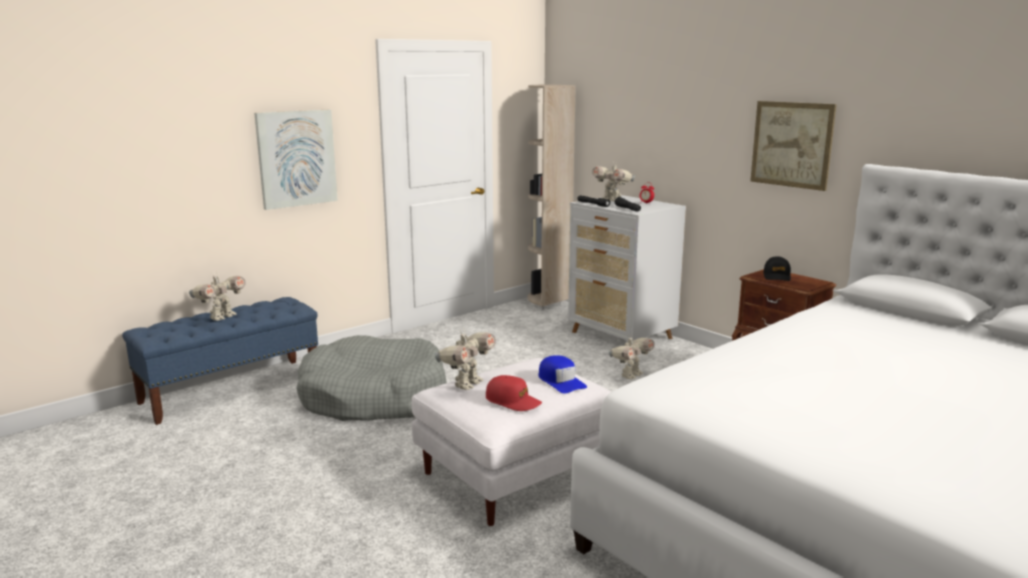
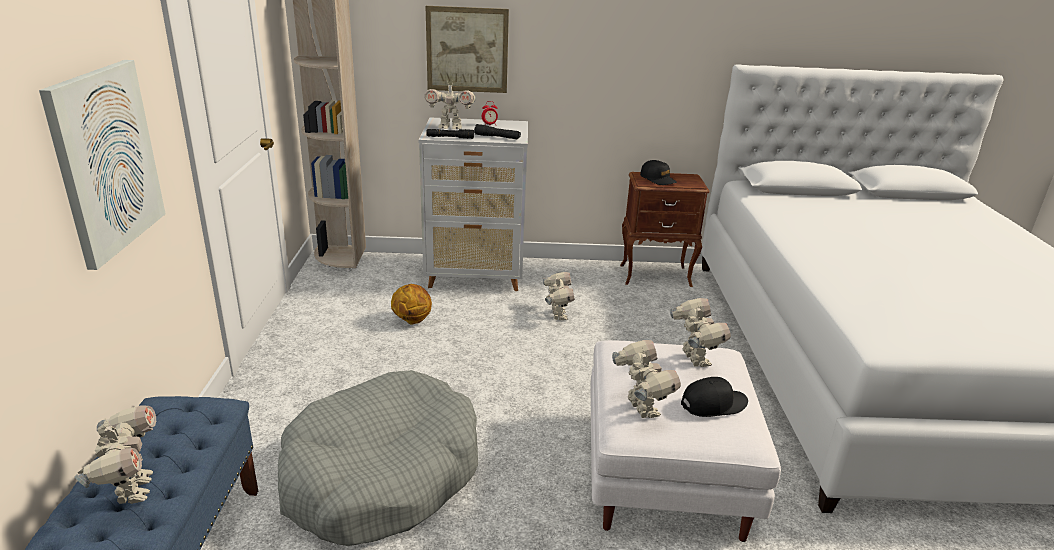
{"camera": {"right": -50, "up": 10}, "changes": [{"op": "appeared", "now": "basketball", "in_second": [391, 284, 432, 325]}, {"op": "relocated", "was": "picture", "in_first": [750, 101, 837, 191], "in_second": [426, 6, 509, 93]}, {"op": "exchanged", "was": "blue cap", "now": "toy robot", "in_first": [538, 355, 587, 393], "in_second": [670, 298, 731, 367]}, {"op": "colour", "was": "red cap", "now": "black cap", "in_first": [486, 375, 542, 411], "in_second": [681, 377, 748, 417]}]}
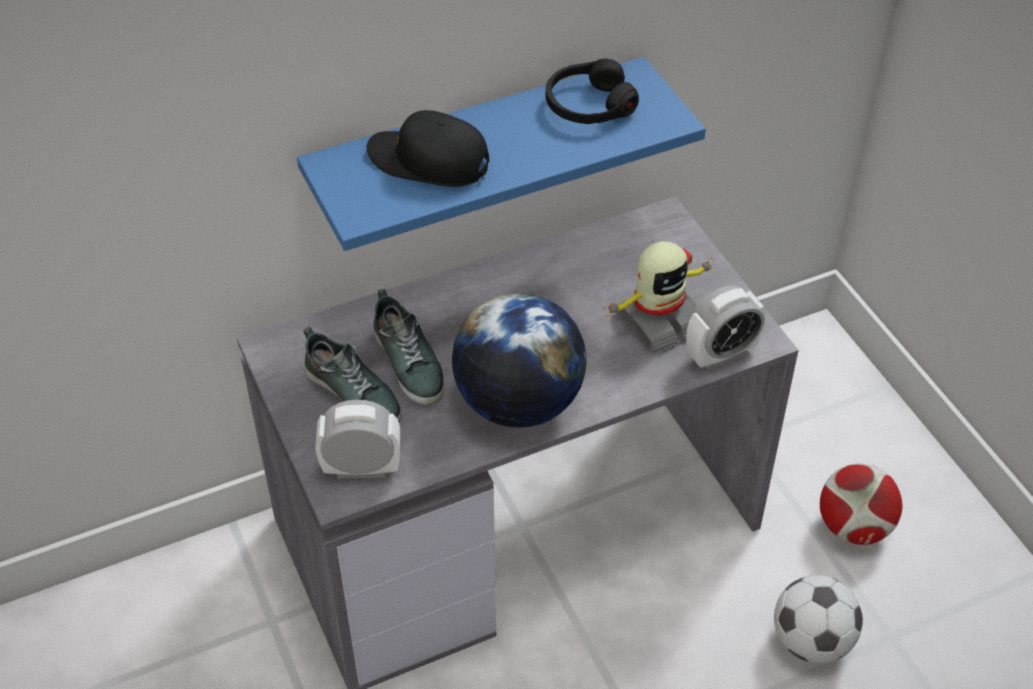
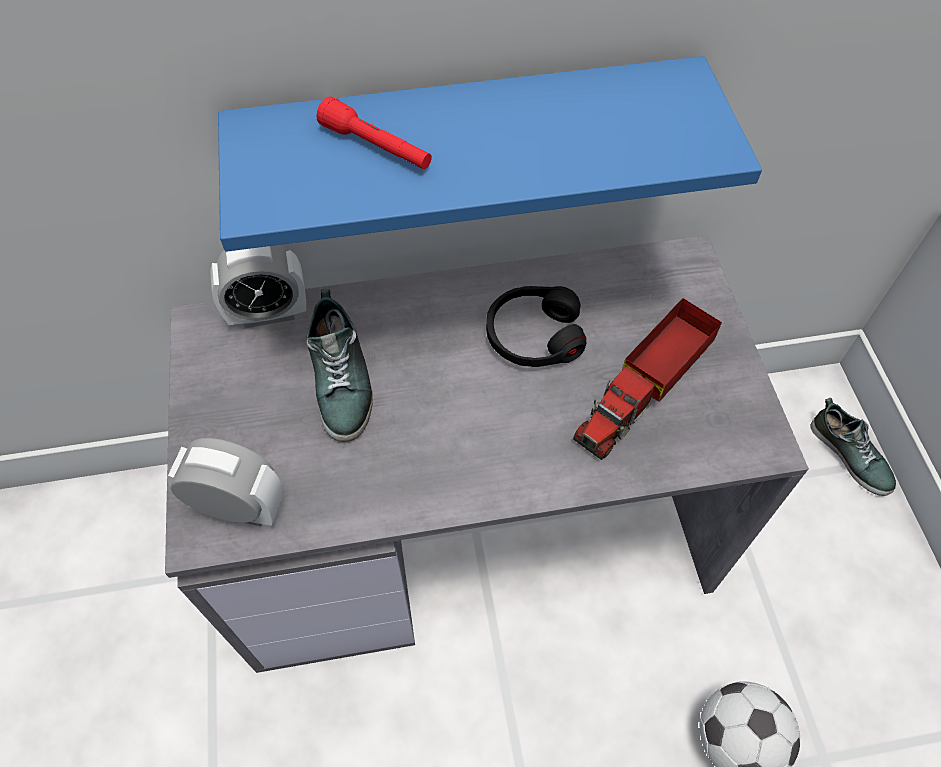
{"camera": {"right": 15, "up": 10}, "changes": [{"op": "relocated", "was": "alarm clock", "in_first": [686, 285, 766, 370], "in_second": [210, 245, 306, 328]}, {"op": "exchanged", "was": "black cap", "now": "red flashlight", "in_first": [366, 110, 489, 187], "in_second": [317, 96, 432, 169]}, {"op": "relocated", "was": "black headphones", "in_first": [546, 59, 639, 124], "in_second": [486, 286, 586, 367]}, {"op": "exchanged", "was": "toy robot", "now": "toy truck", "in_first": [603, 241, 715, 353], "in_second": [573, 298, 722, 460]}, {"op": "relocated", "was": "shoe", "in_first": [303, 327, 402, 422], "in_second": [810, 398, 896, 496]}, {"op": "missing", "was": "globe", "in_first": [452, 293, 587, 427]}, {"op": "missing", "was": "football", "in_first": [820, 464, 902, 545]}]}
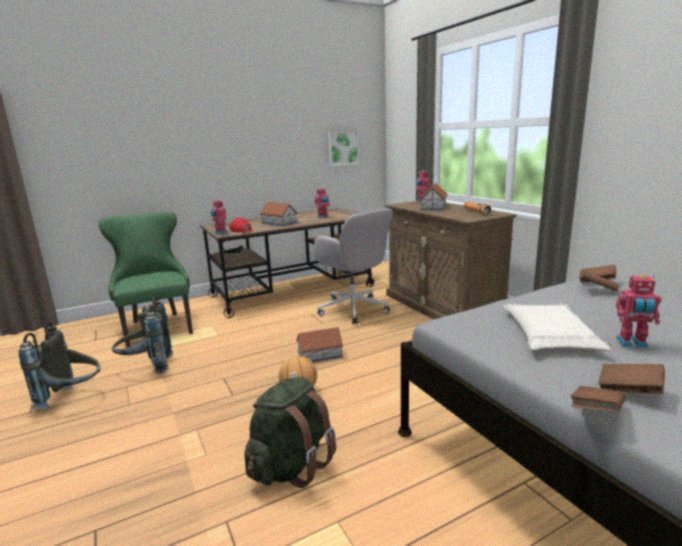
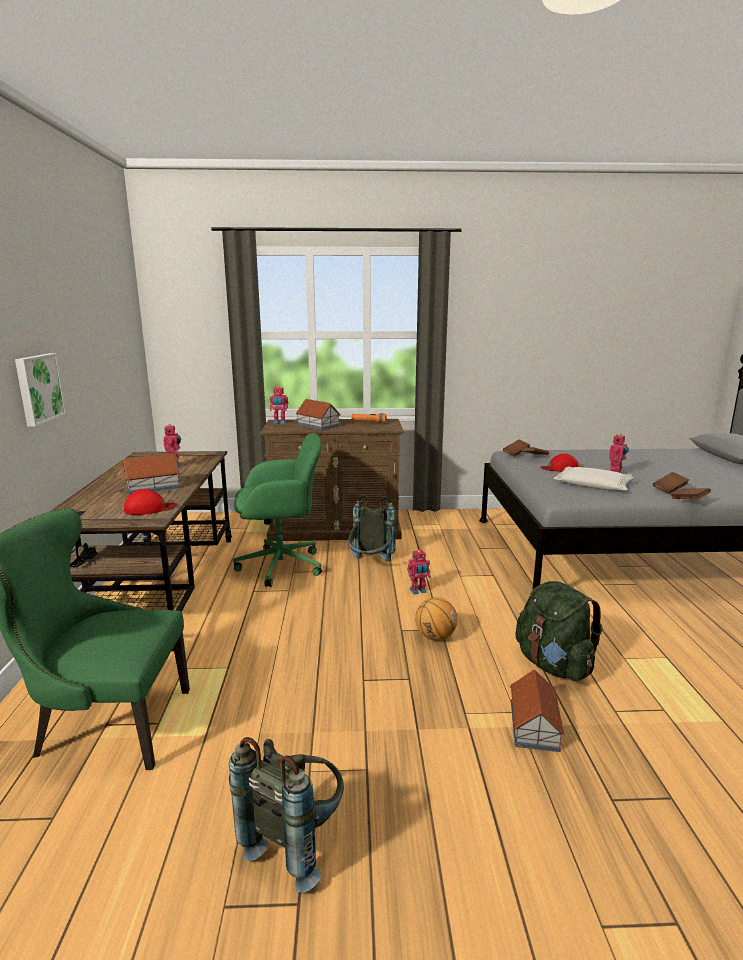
{"camera": {"right": -65, "up": 0}, "changes": [{"op": "relocated", "was": "picture", "in_first": [328, 131, 359, 166], "in_second": [15, 353, 67, 427]}, {"op": "colour", "was": "grey office chair", "now": "green office chair", "in_first": [314, 208, 393, 324], "in_second": [233, 433, 322, 587]}, {"op": "relocated", "was": "grey backpack", "in_first": [112, 296, 173, 373], "in_second": [348, 495, 396, 561]}, {"op": "relocated", "was": "toy robot", "in_first": [211, 199, 228, 234], "in_second": [407, 550, 431, 595]}, {"op": "relocated", "was": "toy house", "in_first": [296, 327, 344, 363], "in_second": [510, 669, 565, 752]}, {"op": "appeared", "now": "red cap", "in_second": [541, 453, 579, 472]}]}
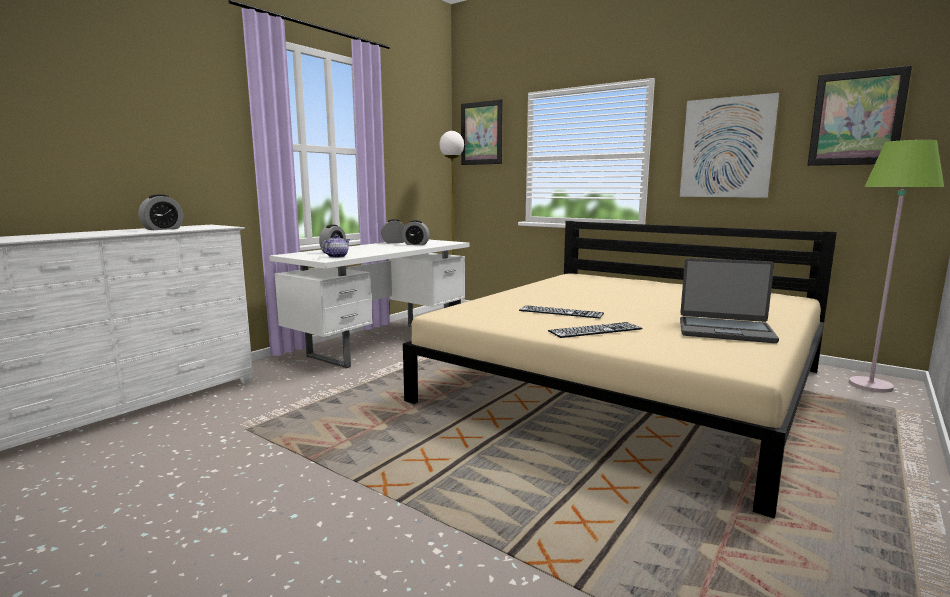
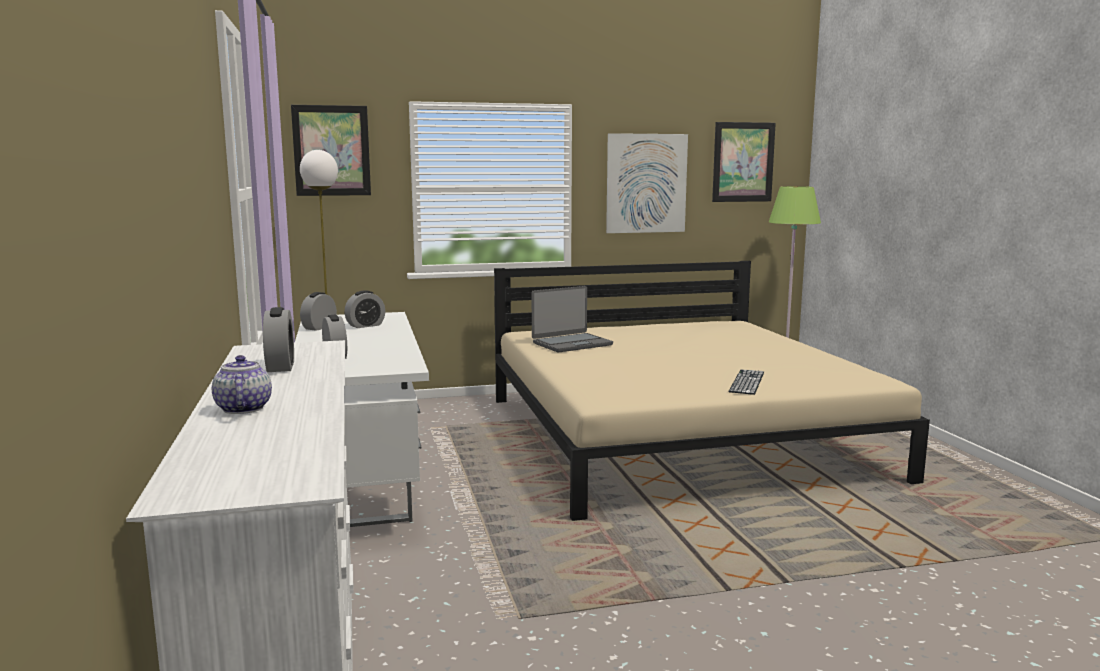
{"camera": {"right": -50, "up": 0}, "changes": [{"op": "relocated", "was": "teapot", "in_first": [322, 235, 350, 258], "in_second": [212, 355, 272, 414]}, {"op": "relocated", "was": "laptop", "in_first": [680, 258, 779, 343], "in_second": [532, 286, 613, 352]}, {"op": "missing", "was": "keyboard", "in_first": [519, 305, 604, 318]}]}
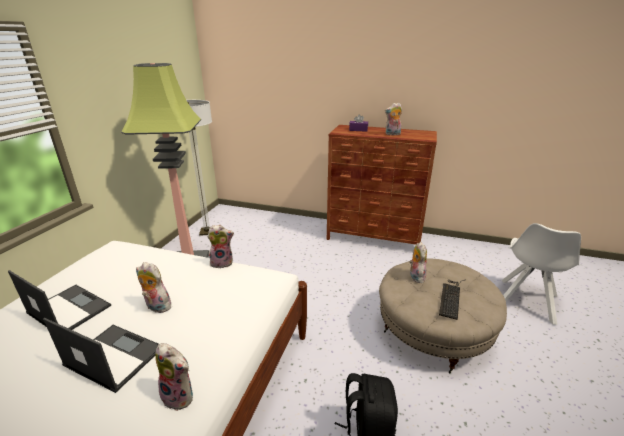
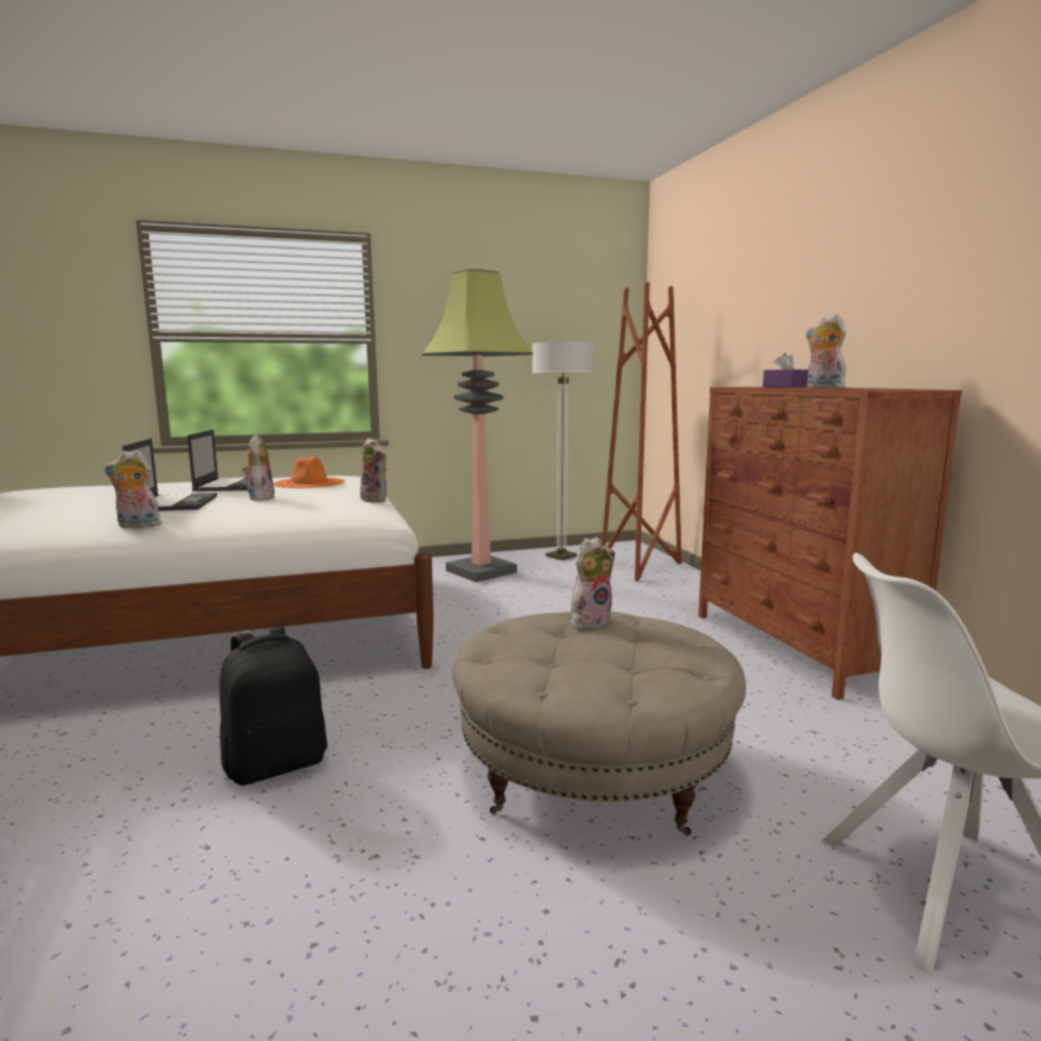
{"camera": {"right": 55, "up": -15}, "changes": [{"op": "spun", "was": "plush toy", "in_first": [155, 343, 193, 411], "in_second": [104, 450, 164, 528], "clockwise": 90}, {"op": "appeared", "now": "orange hat", "in_second": [274, 456, 345, 488]}, {"op": "appeared", "now": "brown clothes rack", "in_second": [602, 282, 682, 581]}, {"op": "missing", "was": "keyboard", "in_first": [439, 280, 465, 320]}]}
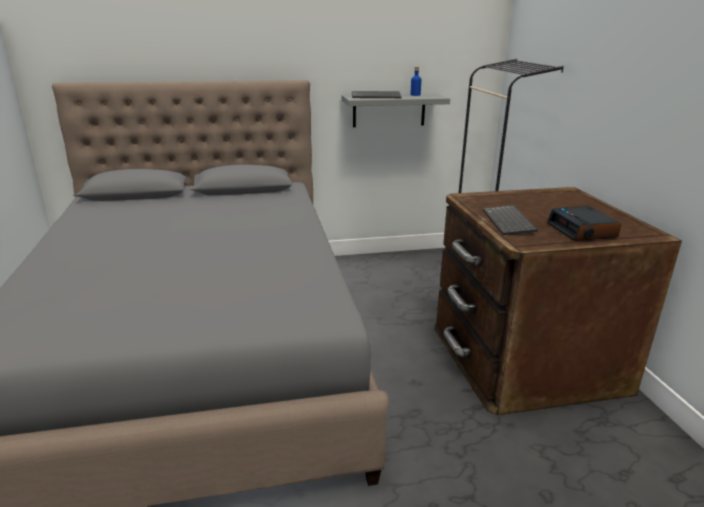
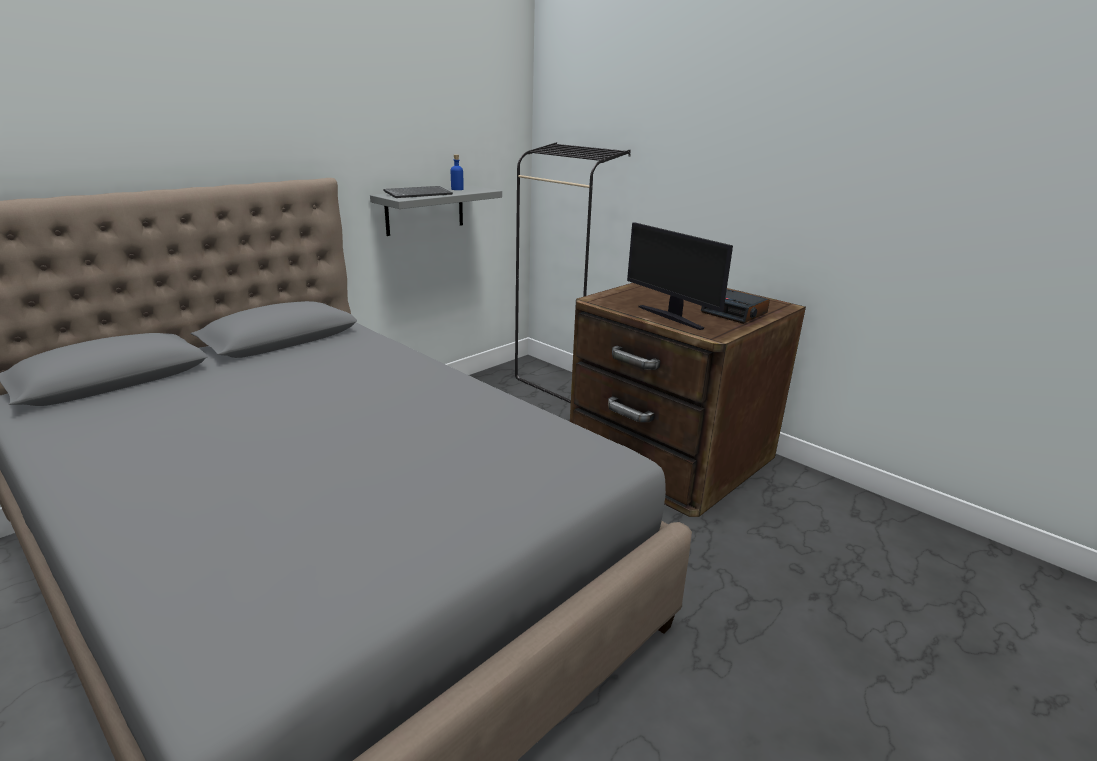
{"camera": {"right": -35, "up": 0}, "changes": [{"op": "exchanged", "was": "keyboard", "now": "monitor", "in_first": [483, 205, 538, 235], "in_second": [627, 222, 733, 330]}]}
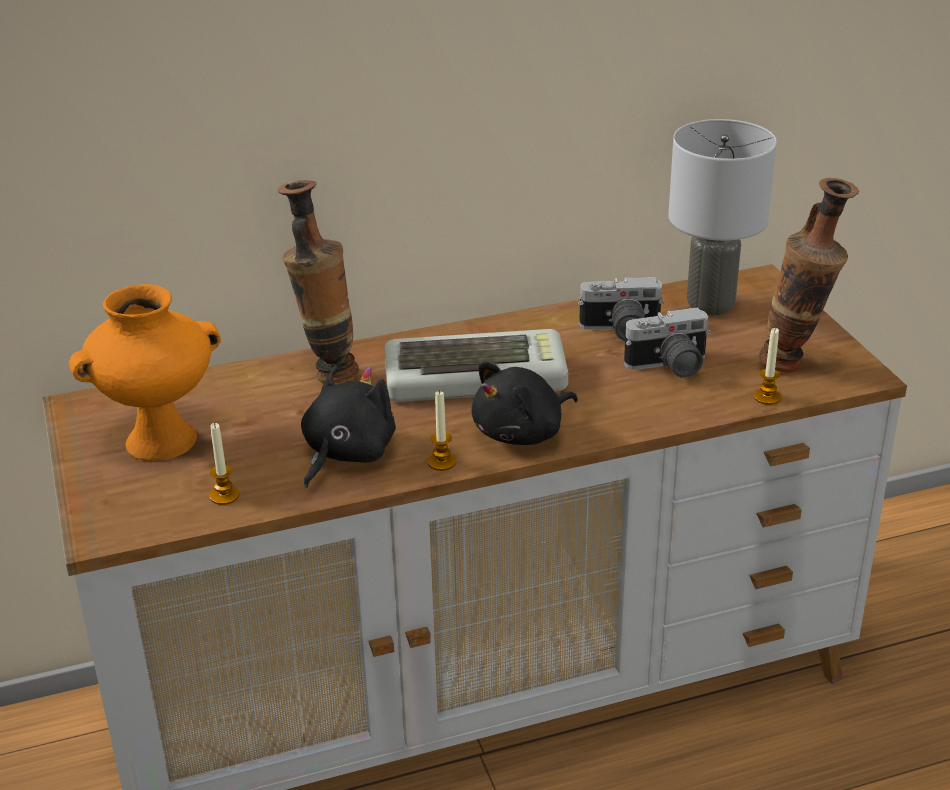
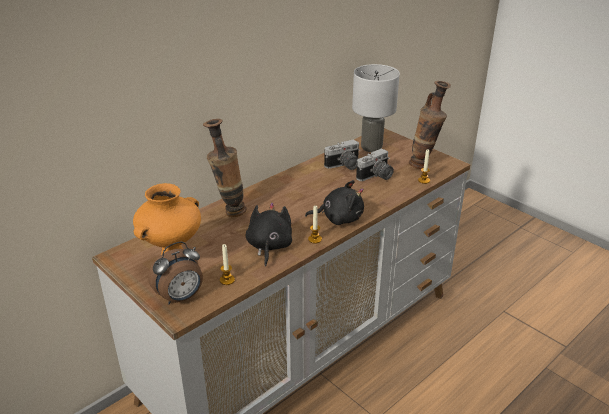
{"camera": {"right": -25, "up": 0}, "changes": [{"op": "appeared", "now": "alarm clock", "in_second": [148, 241, 203, 304]}, {"op": "spun", "was": "black plush toy", "in_first": [471, 361, 578, 445], "in_second": [305, 180, 364, 225], "clockwise": -120}, {"op": "missing", "was": "keyboard", "in_first": [384, 329, 568, 402]}]}
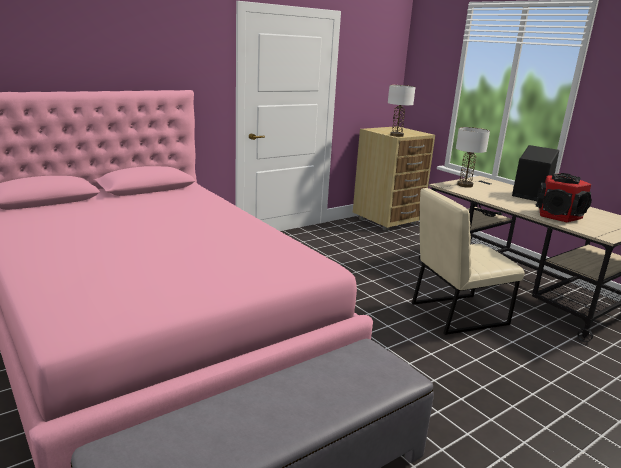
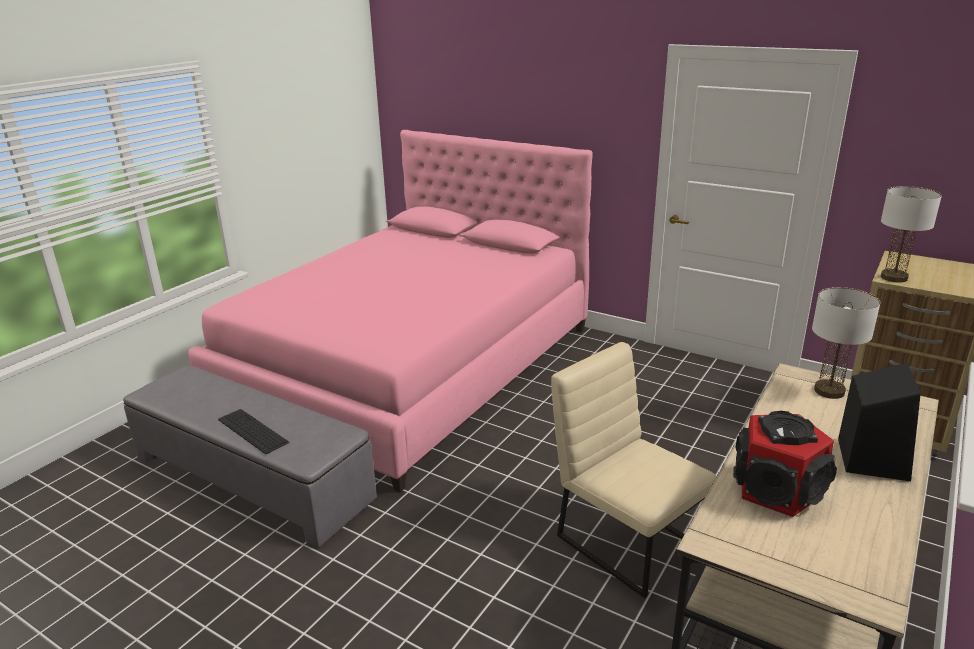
{"camera": {"right": 70, "up": 5}, "changes": [{"op": "appeared", "now": "keyboard", "in_second": [218, 409, 289, 454]}]}
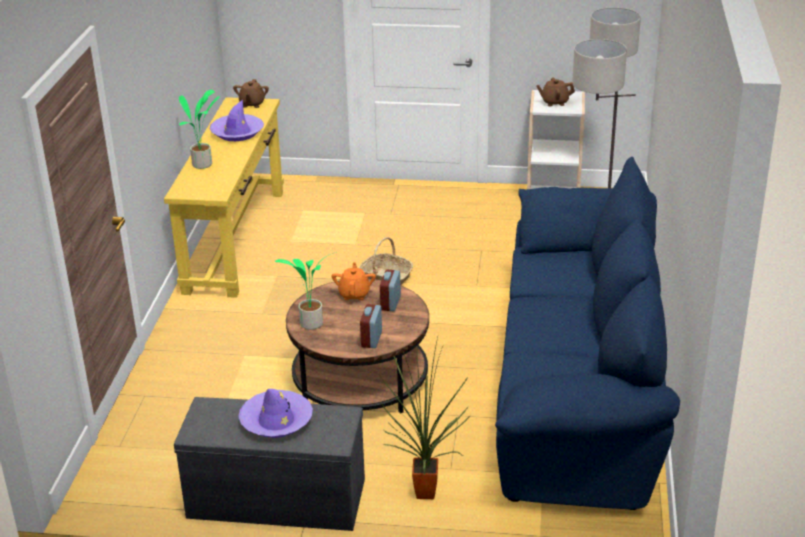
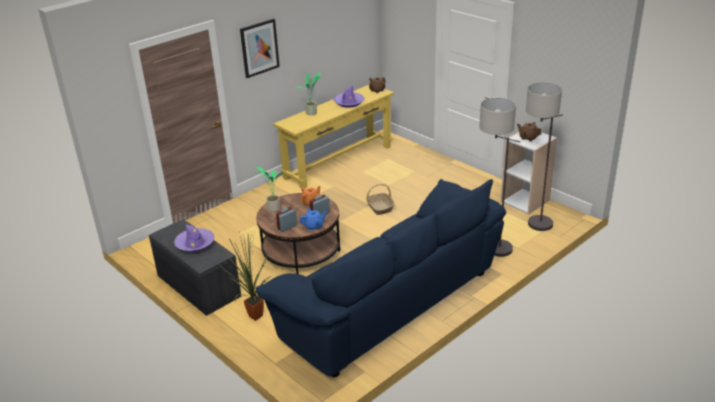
{"camera": {"right": 40, "up": 0}, "changes": [{"op": "appeared", "now": "picture", "in_second": [240, 19, 280, 78]}, {"op": "appeared", "now": "blue teapot", "in_second": [300, 208, 327, 231]}]}
